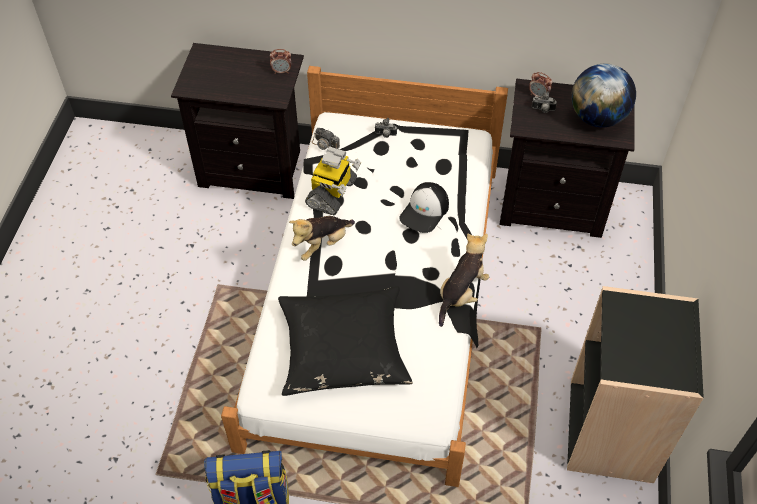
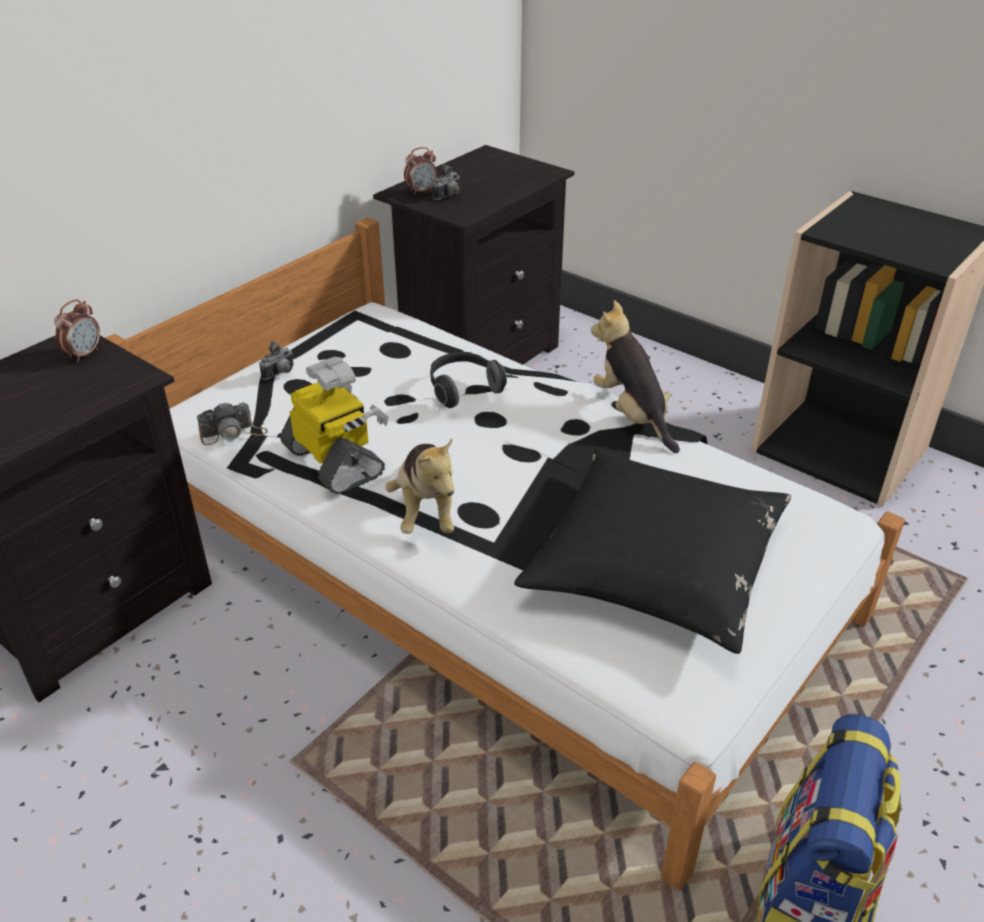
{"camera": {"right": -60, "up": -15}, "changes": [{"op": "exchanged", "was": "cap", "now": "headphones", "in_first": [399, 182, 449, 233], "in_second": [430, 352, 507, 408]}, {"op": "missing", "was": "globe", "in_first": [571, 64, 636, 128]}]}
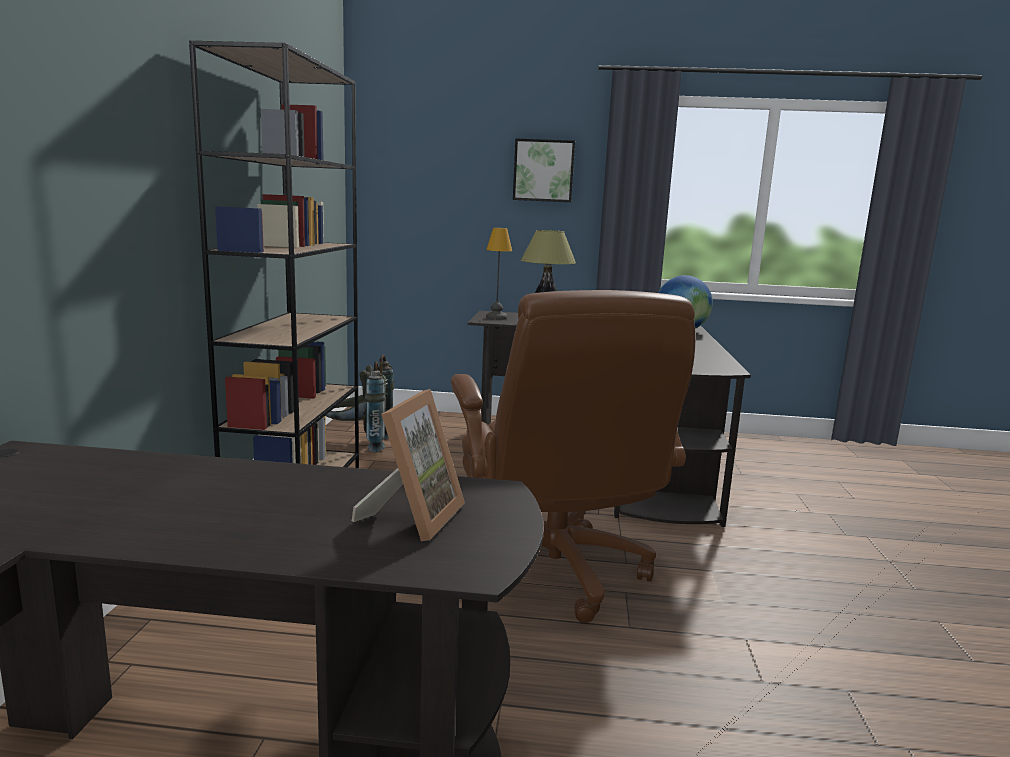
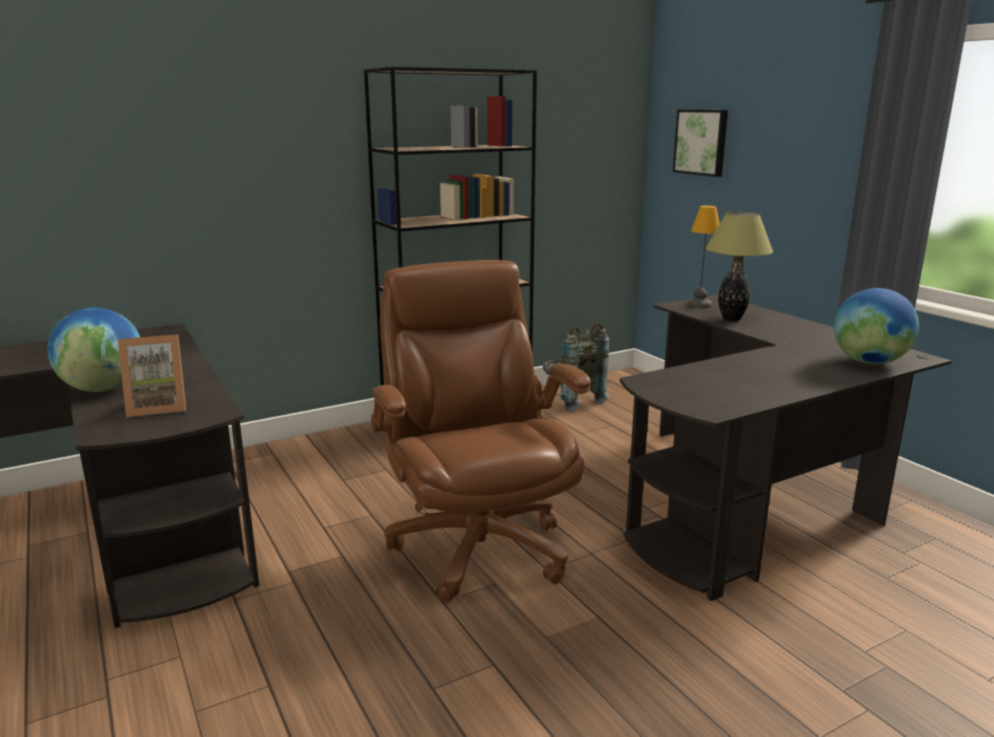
{"camera": {"right": 55, "up": 5}, "changes": [{"op": "appeared", "now": "globe", "in_second": [48, 308, 140, 392]}, {"op": "spun", "was": "brown office chair", "in_first": [451, 290, 695, 623], "in_second": [371, 260, 591, 602], "clockwise": 120}, {"op": "relocated", "was": "picture", "in_first": [513, 138, 575, 202], "in_second": [673, 110, 728, 177]}]}
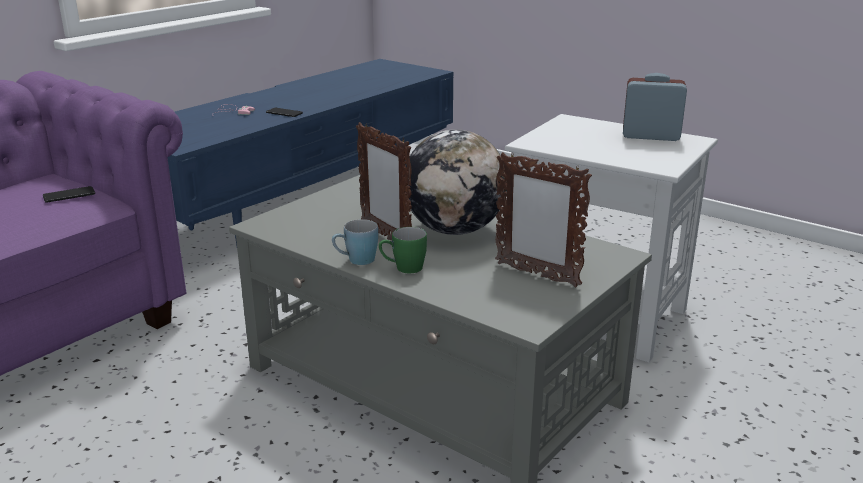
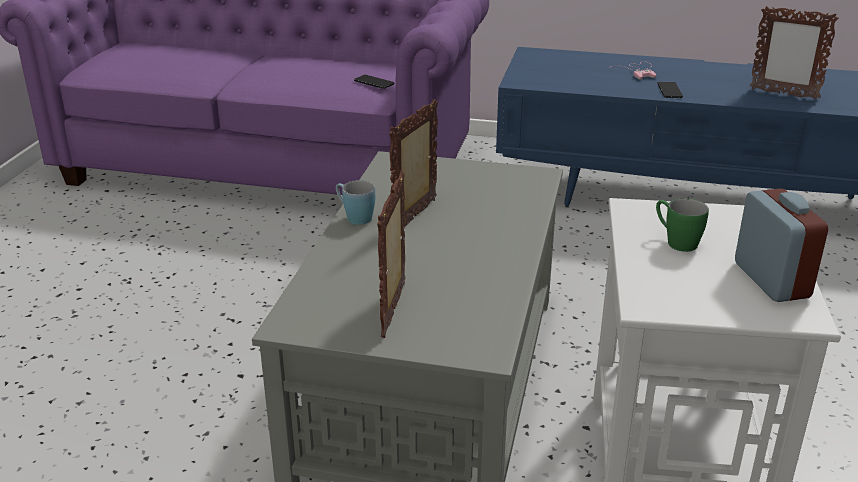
{"camera": {"right": 65, "up": 5}, "changes": [{"op": "relocated", "was": "green mug", "in_first": [379, 227, 427, 273], "in_second": [656, 198, 709, 252]}, {"op": "appeared", "now": "picture frame", "in_second": [750, 6, 839, 100]}, {"op": "missing", "was": "globe", "in_first": [406, 129, 507, 235]}]}
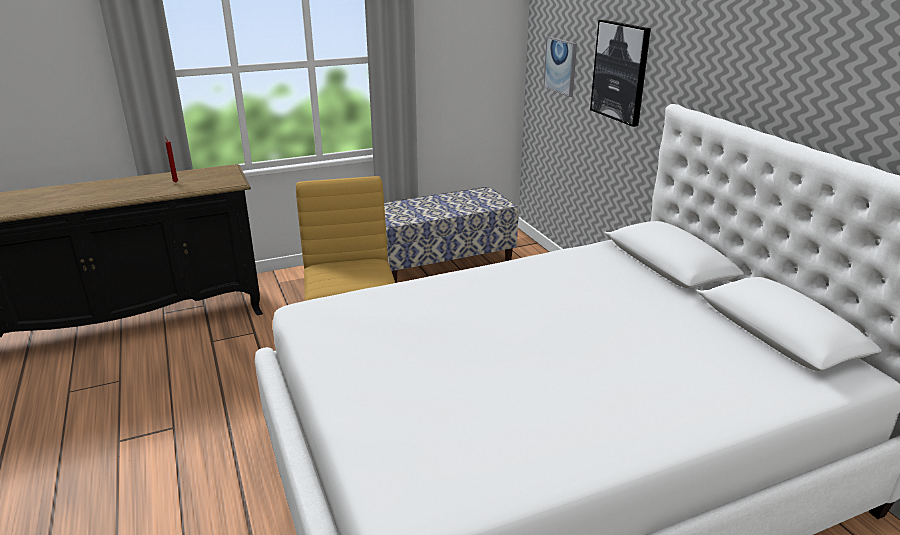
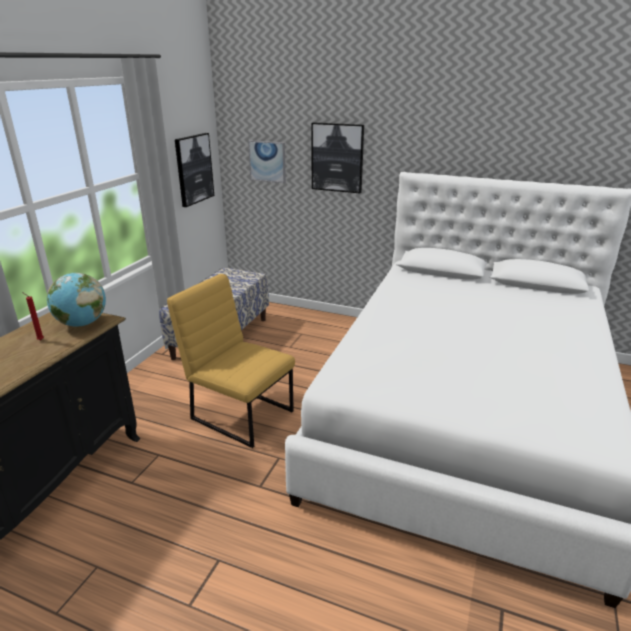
{"camera": {"right": -45, "up": 0}, "changes": [{"op": "appeared", "now": "globe", "in_second": [47, 273, 106, 326]}, {"op": "appeared", "now": "picture", "in_second": [175, 133, 214, 207]}]}
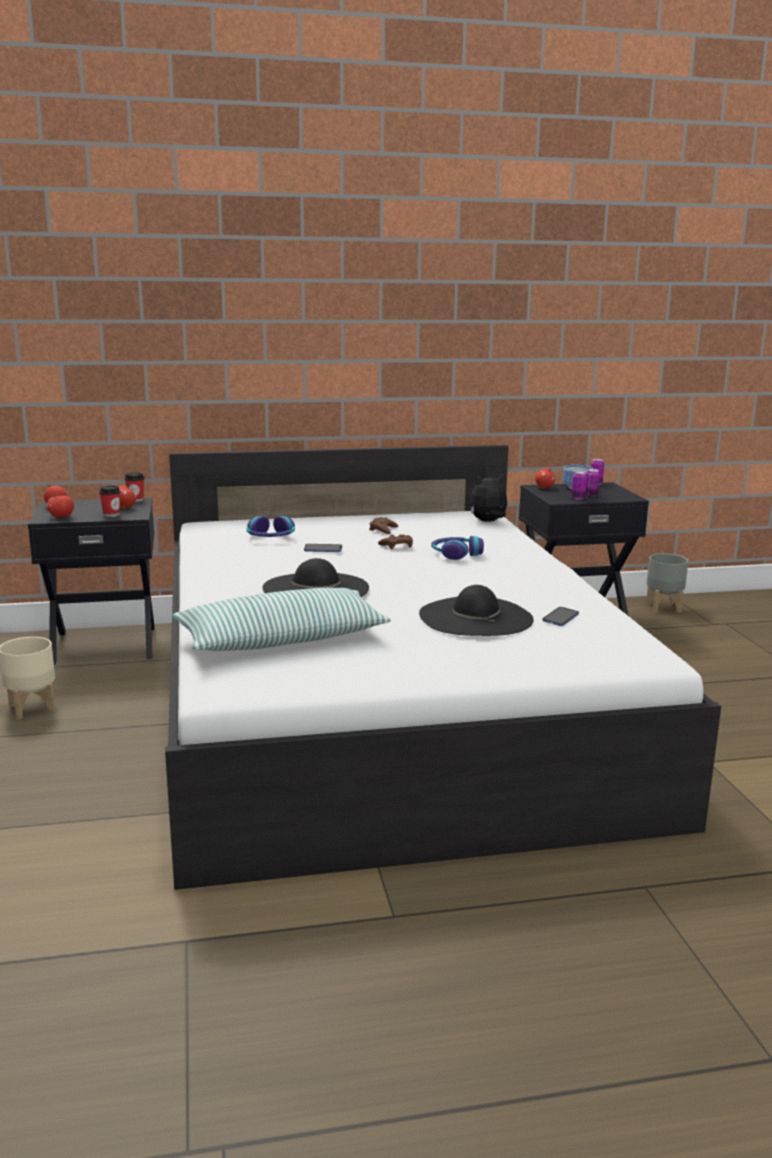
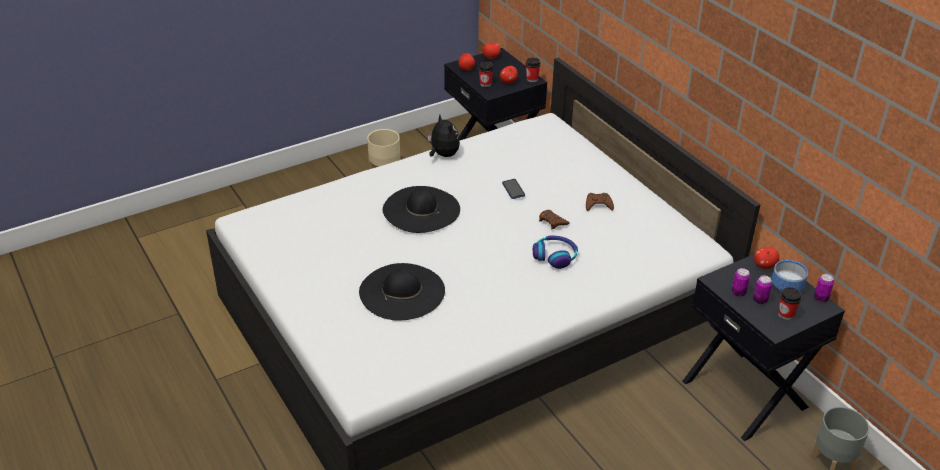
{"camera": {"right": 70, "up": 20}, "changes": [{"op": "relocated", "was": "plush toy", "in_first": [470, 474, 507, 521], "in_second": [427, 115, 460, 157]}, {"op": "appeared", "now": "cup", "in_second": [778, 287, 802, 320]}, {"op": "missing", "was": "pillow", "in_first": [172, 588, 391, 651]}, {"op": "missing", "was": "headphones", "in_first": [247, 516, 295, 537]}, {"op": "missing", "was": "phone", "in_first": [542, 607, 579, 626]}]}
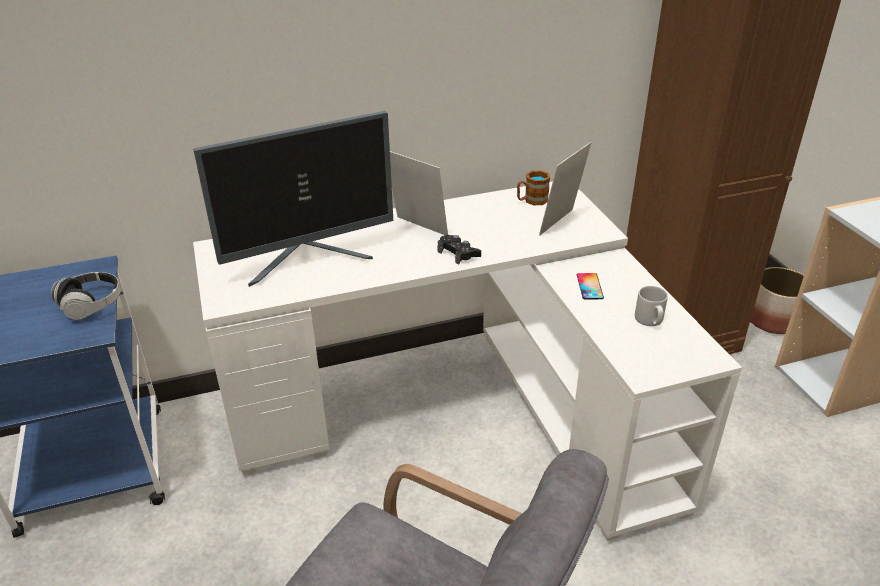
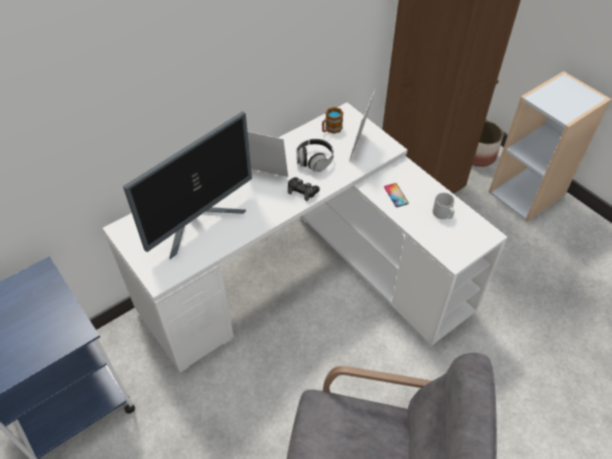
{"camera": {"right": -20, "up": 15}, "changes": [{"op": "relocated", "was": "headphones", "in_first": [51, 272, 121, 320], "in_second": [297, 139, 334, 172]}]}
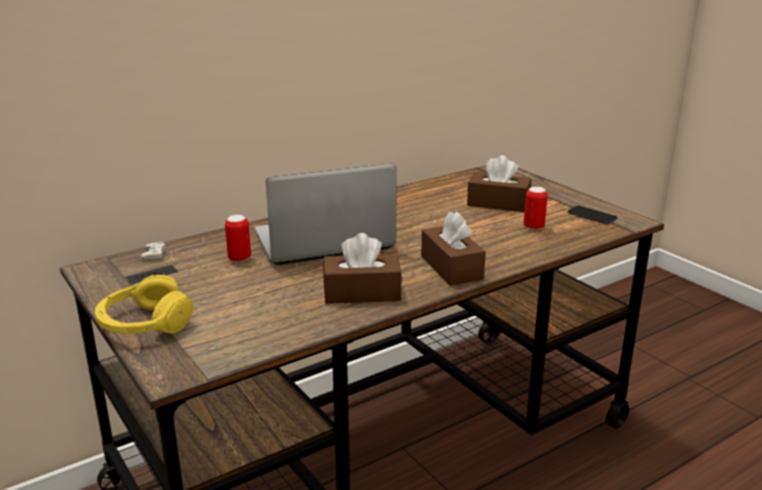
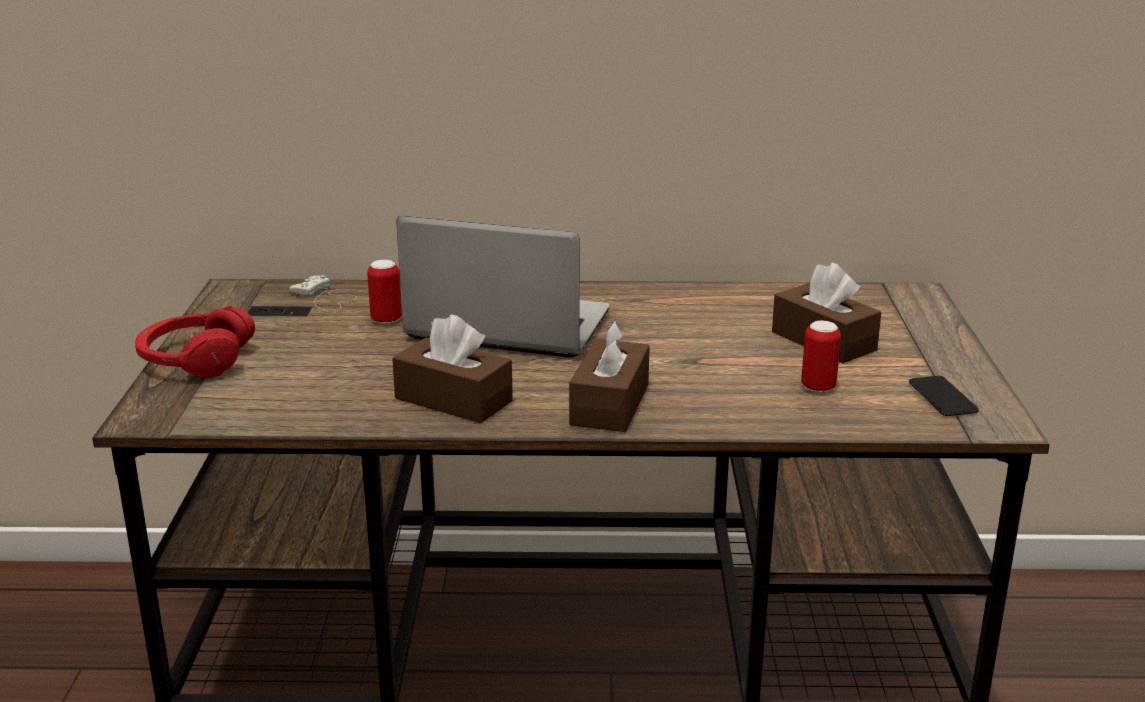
{"camera": {"right": 35, "up": 0}, "changes": [{"op": "colour", "was": "yellow headphones", "now": "red headphones", "in_first": [95, 275, 193, 333], "in_second": [135, 306, 255, 378]}]}
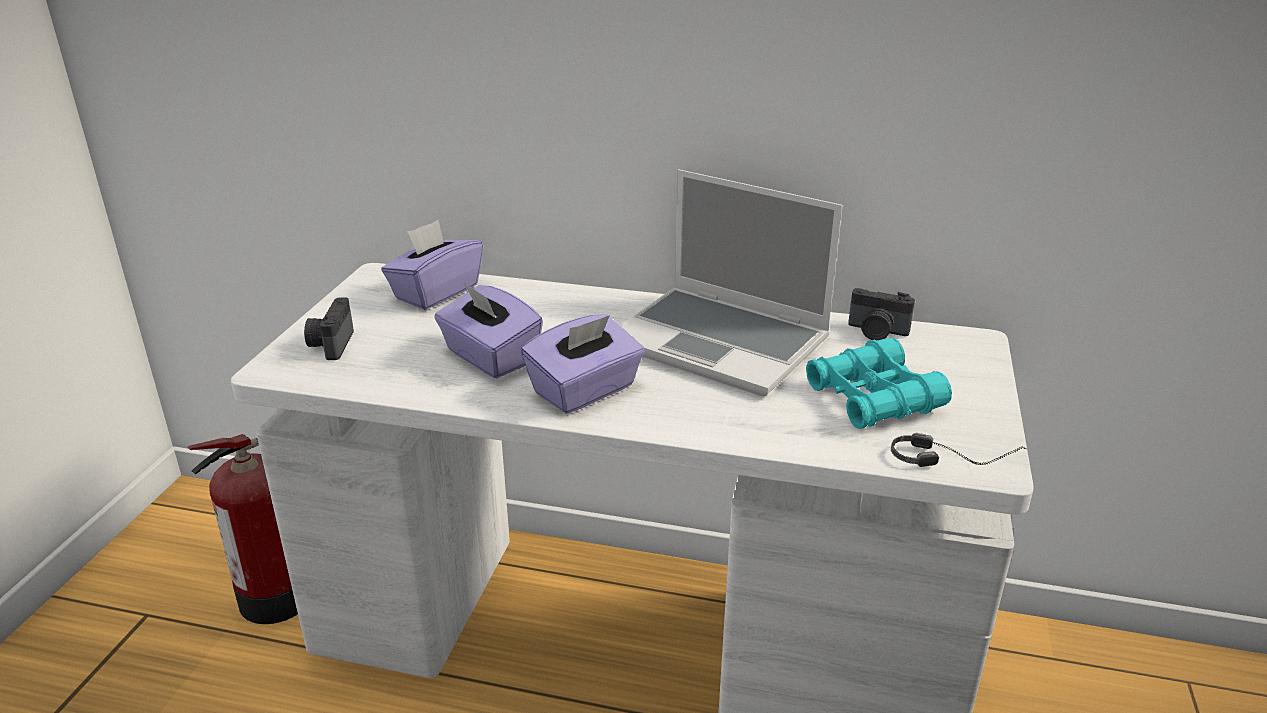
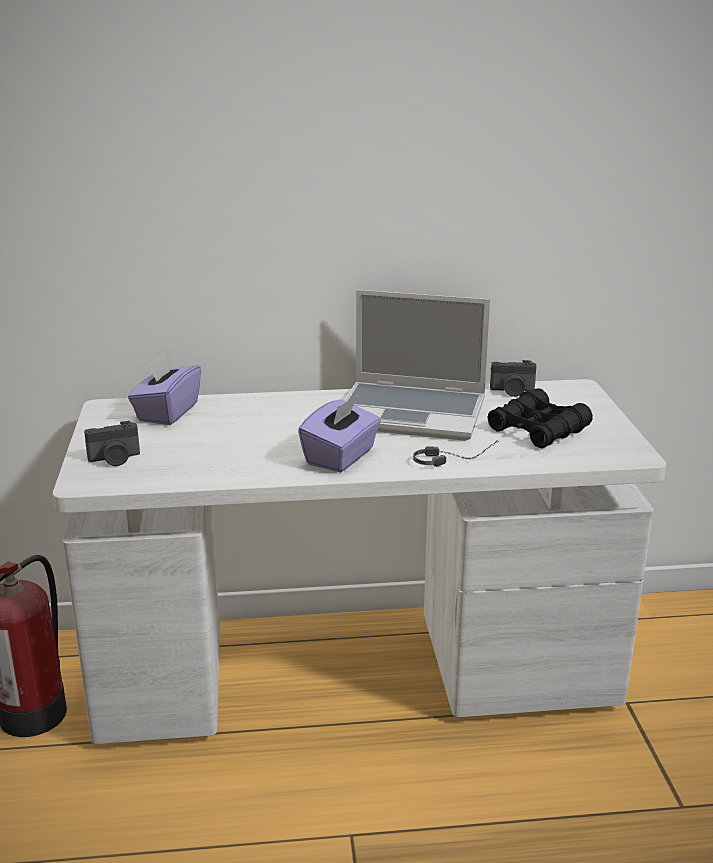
{"camera": {"right": -20, "up": -5}, "changes": [{"op": "spun", "was": "photo camera", "in_first": [304, 298, 354, 360], "in_second": [84, 421, 140, 466], "clockwise": -90}, {"op": "relocated", "was": "headphones", "in_first": [891, 433, 1026, 467], "in_second": [413, 441, 499, 467]}, {"op": "colour", "was": "turquoise binoculars", "now": "black binoculars", "in_first": [806, 338, 952, 429], "in_second": [488, 388, 593, 448]}, {"op": "missing", "was": "purple tissue box", "in_first": [434, 283, 543, 378]}]}
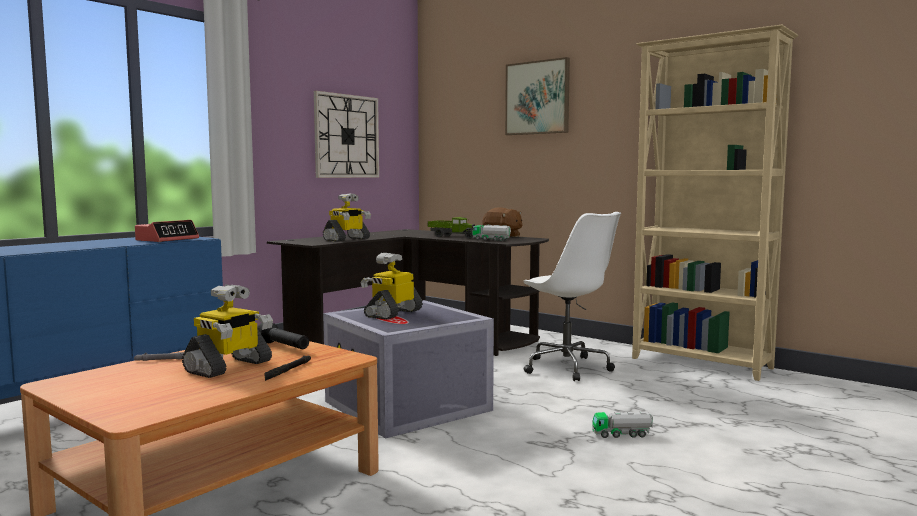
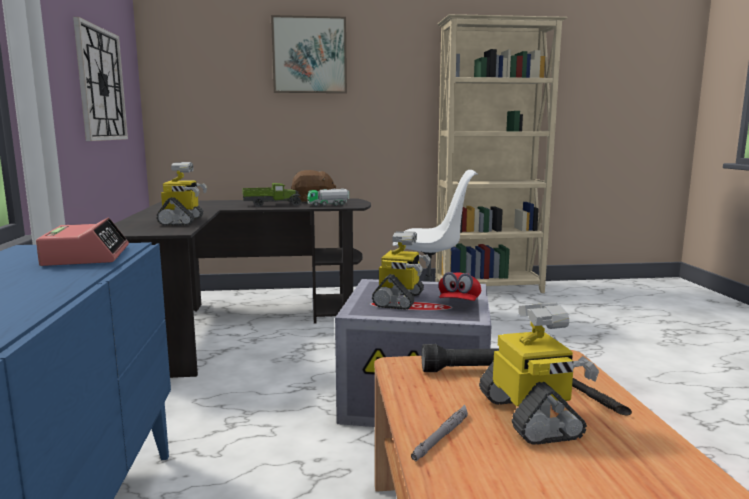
{"camera": {"right": -45, "up": 5}, "changes": [{"op": "spun", "was": "toy robot", "in_first": [361, 253, 423, 320], "in_second": [372, 231, 431, 310], "clockwise": -150}, {"op": "appeared", "now": "red cap", "in_second": [439, 272, 481, 301]}, {"op": "missing", "was": "toy truck", "in_first": [592, 412, 653, 438]}]}
